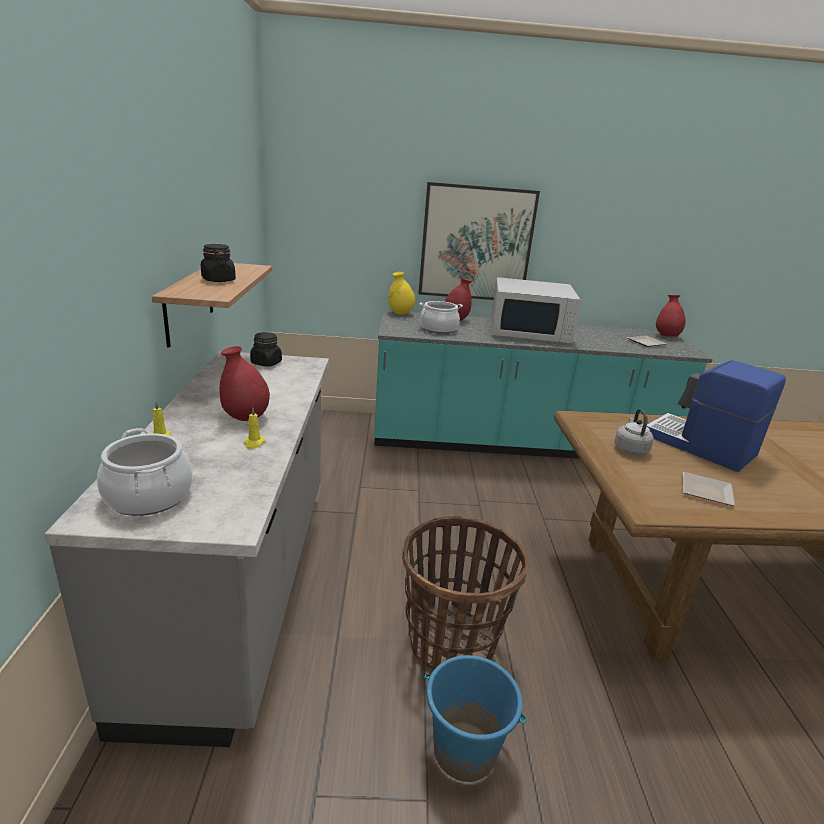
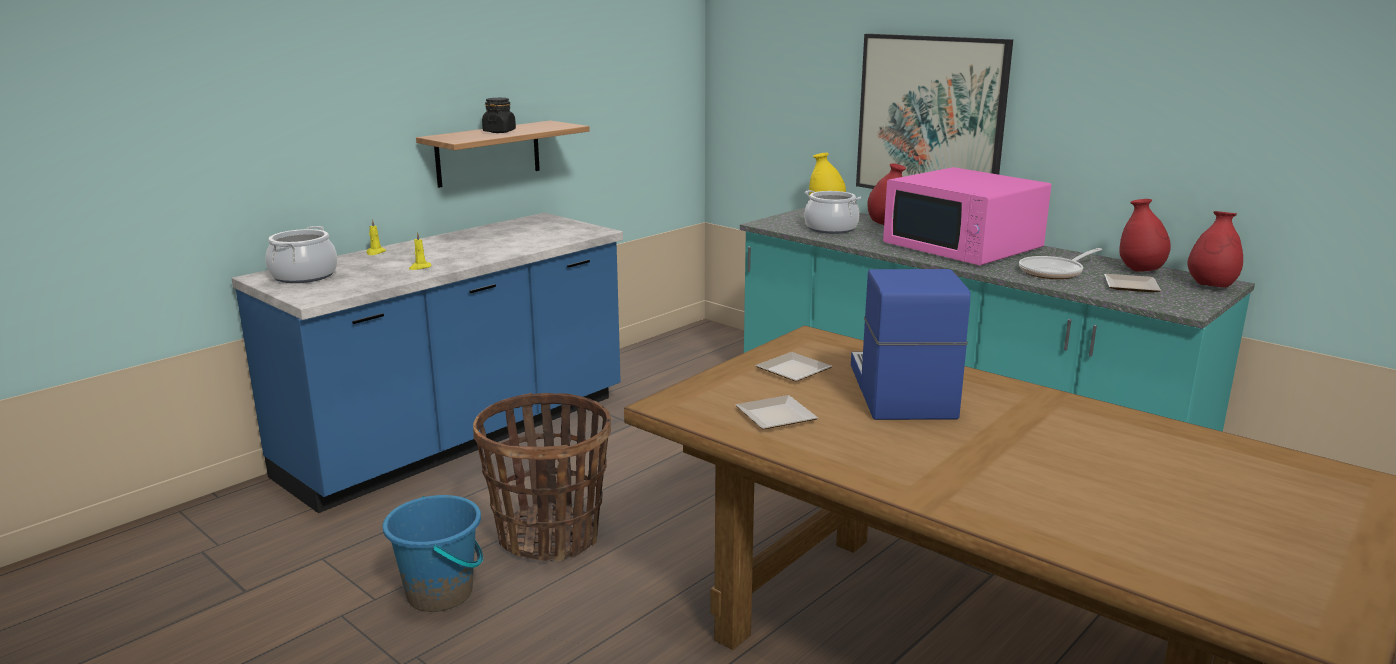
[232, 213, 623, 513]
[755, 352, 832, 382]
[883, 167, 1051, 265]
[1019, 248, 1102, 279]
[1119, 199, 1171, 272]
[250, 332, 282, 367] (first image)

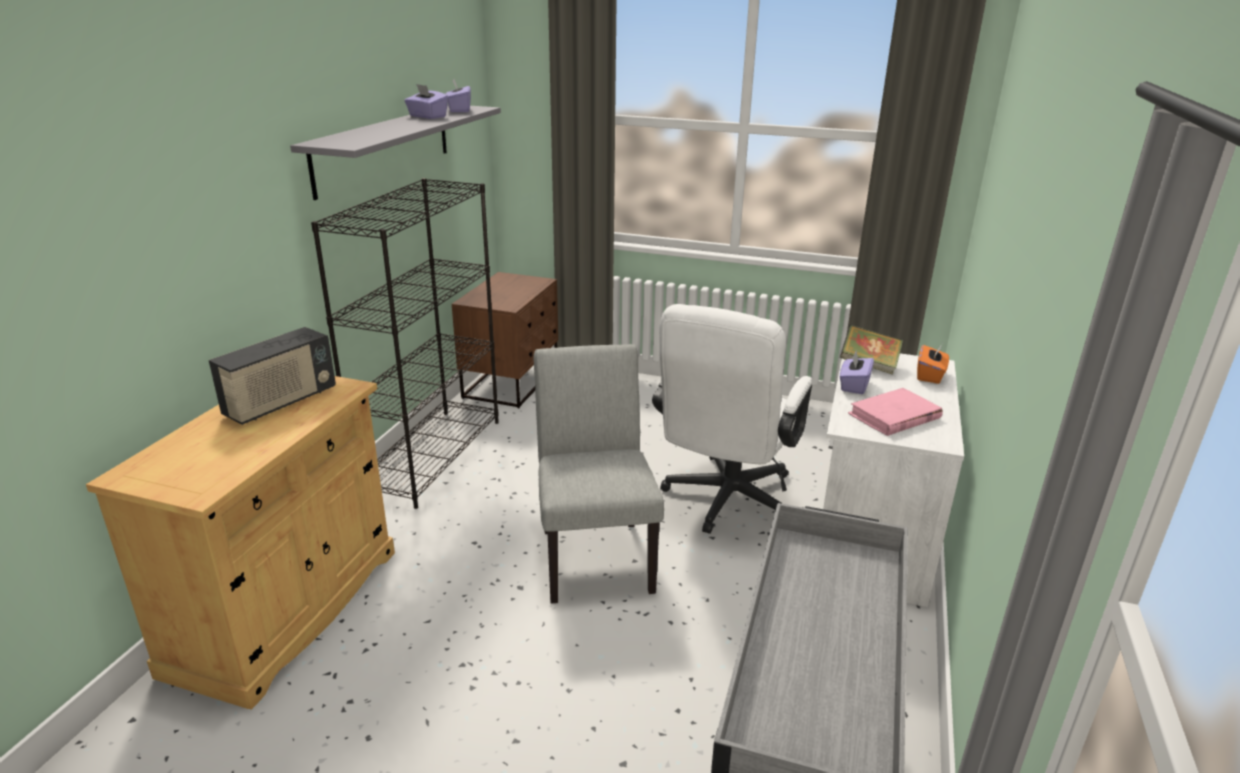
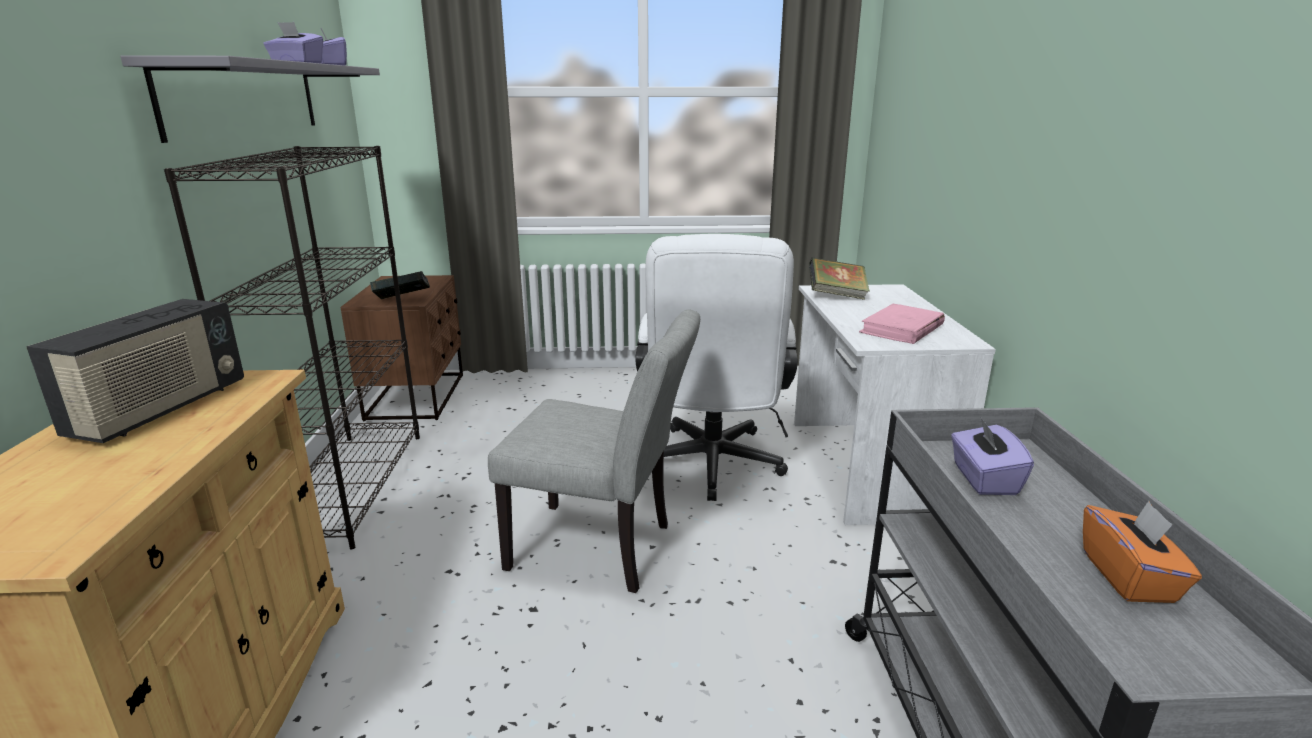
[370, 271, 430, 300]
[488, 309, 700, 593]
[951, 418, 1034, 495]
[1083, 501, 1202, 603]

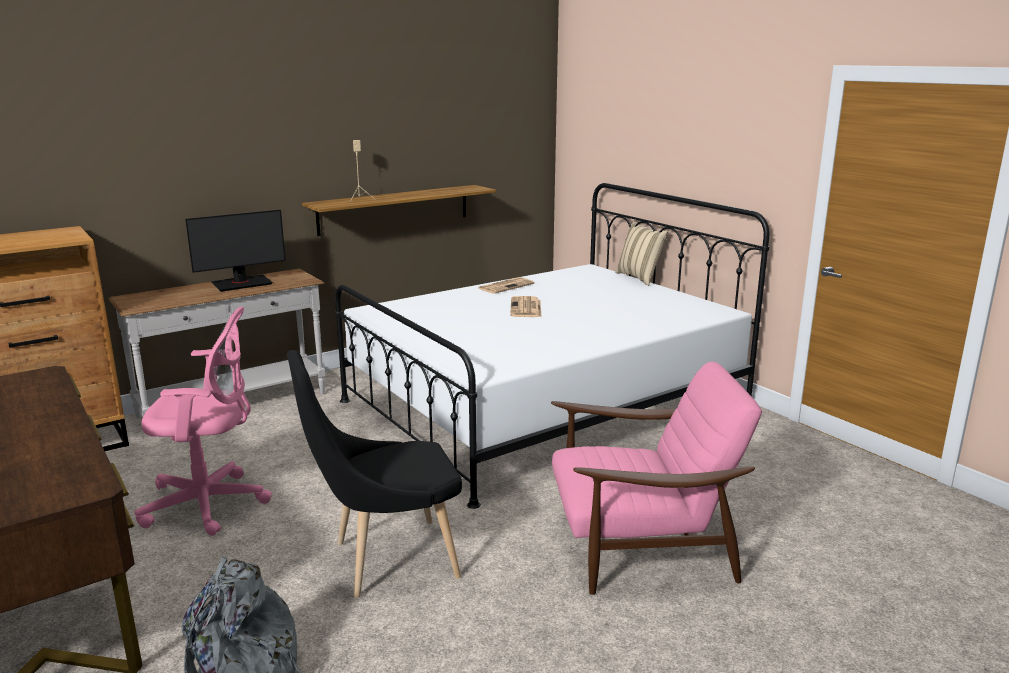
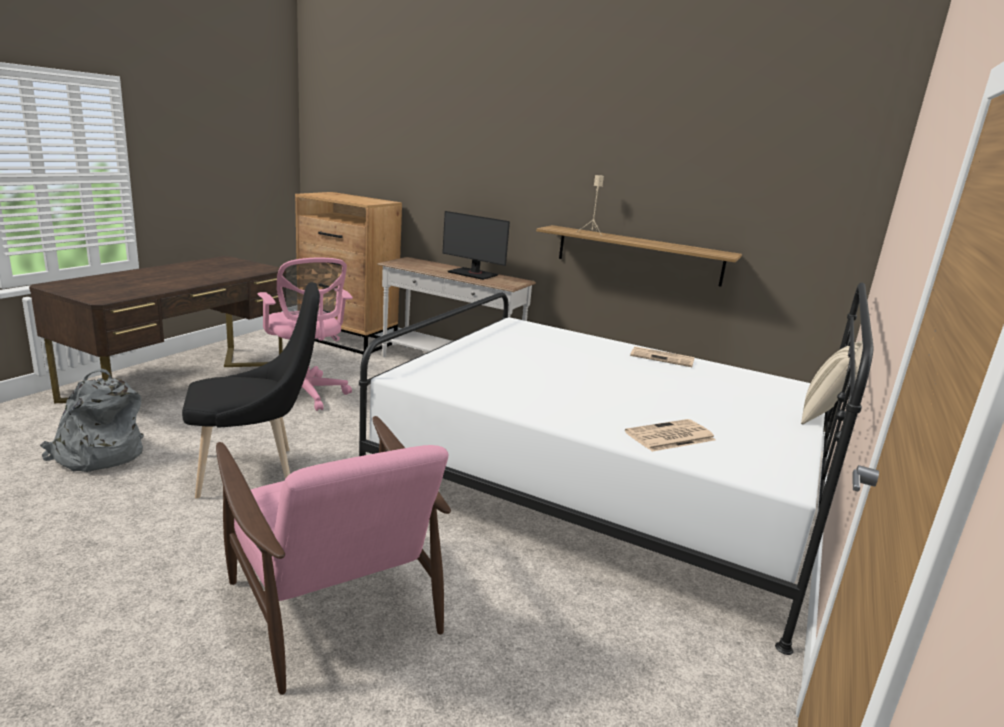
[182, 282, 320, 499]
[625, 419, 716, 452]

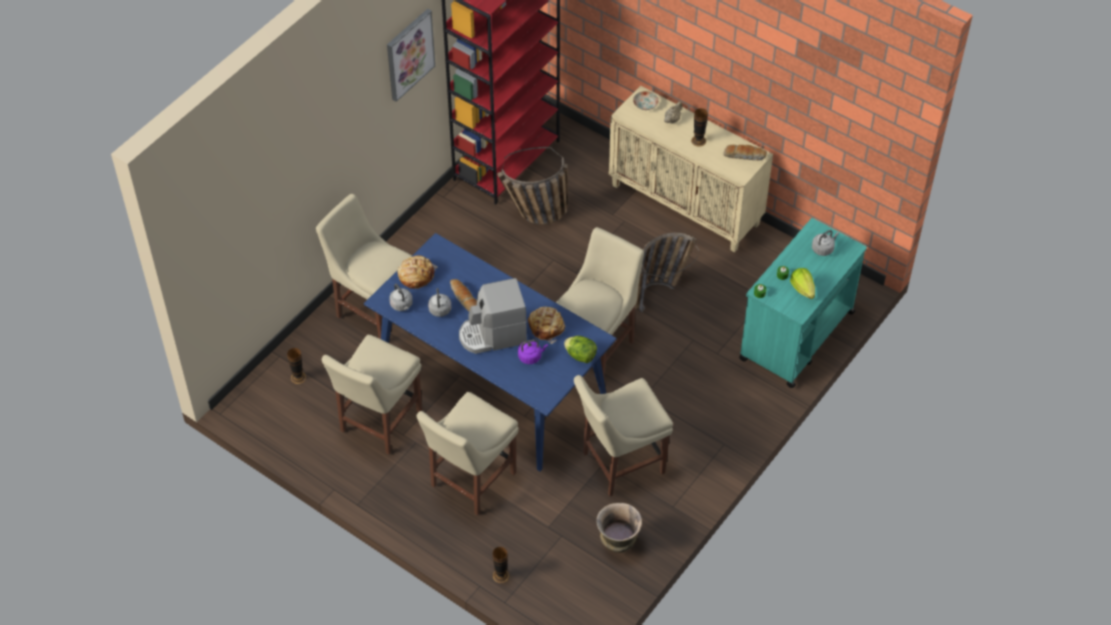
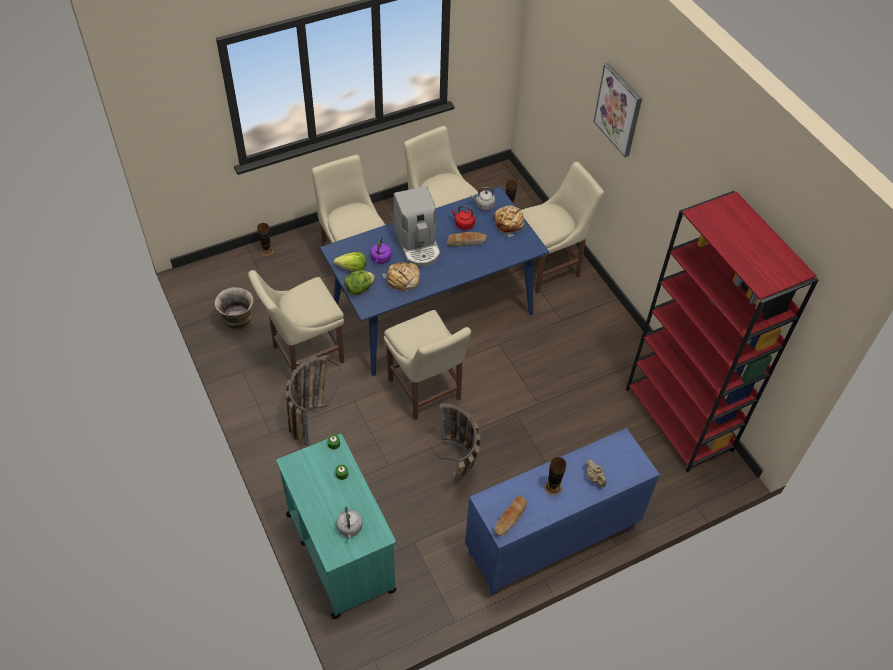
[248, 270, 344, 372]
[286, 356, 341, 446]
[334, 252, 367, 271]
[394, 186, 440, 267]
[451, 205, 475, 230]
[465, 428, 660, 595]
[593, 62, 642, 157]
[633, 91, 659, 110] (first image)

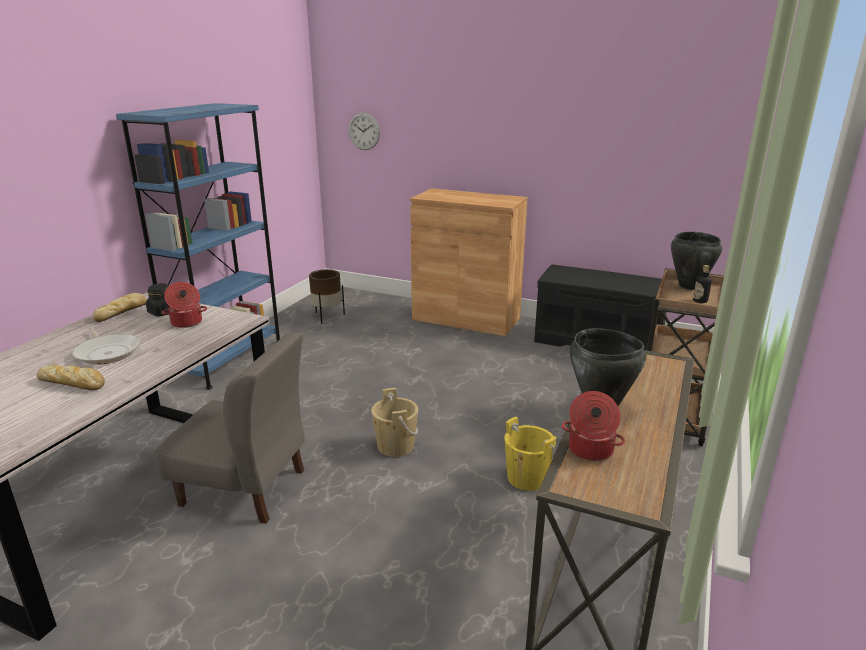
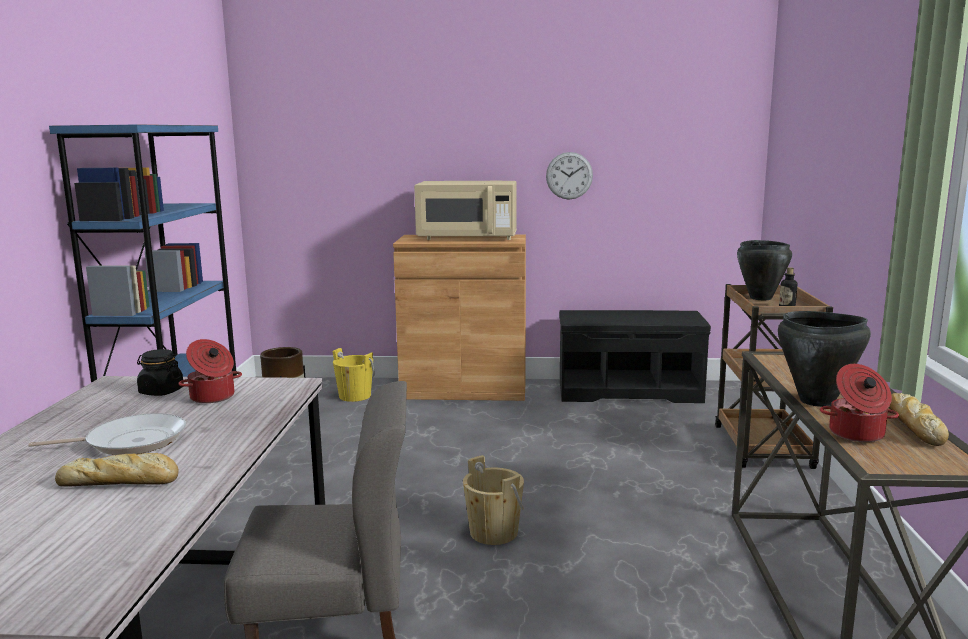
[28, 413, 186, 455]
[333, 348, 375, 402]
[414, 181, 517, 240]
[546, 152, 593, 199]
[888, 393, 949, 446]

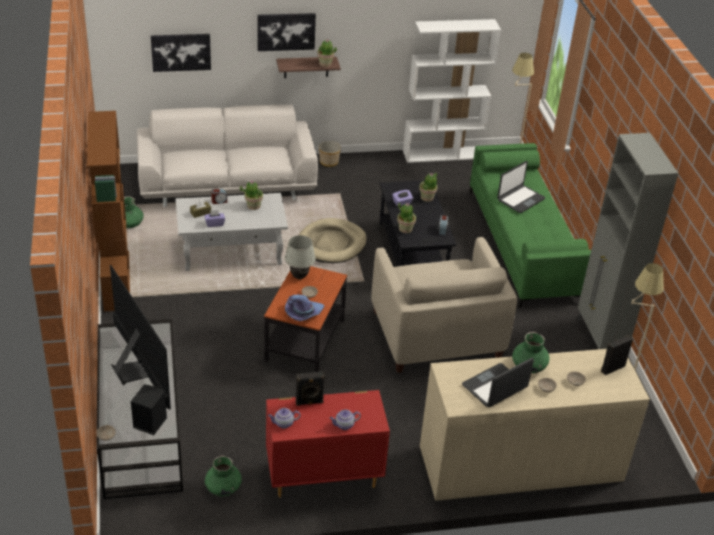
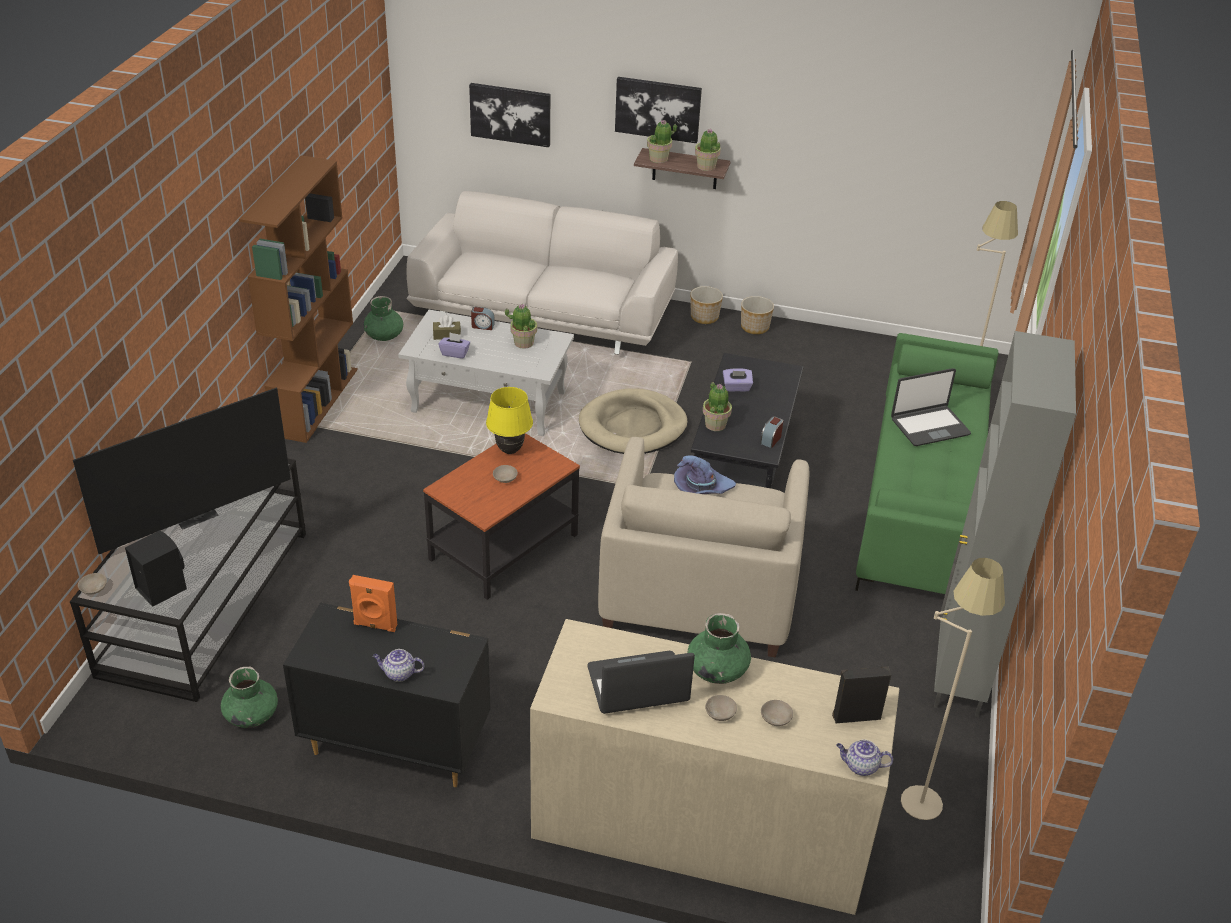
[73, 388, 291, 554]
[283, 602, 491, 787]
[349, 575, 397, 632]
[486, 387, 533, 454]
[647, 120, 677, 163]
[674, 455, 736, 494]
[741, 296, 774, 334]
[836, 739, 893, 776]
[403, 19, 501, 163] (first image)

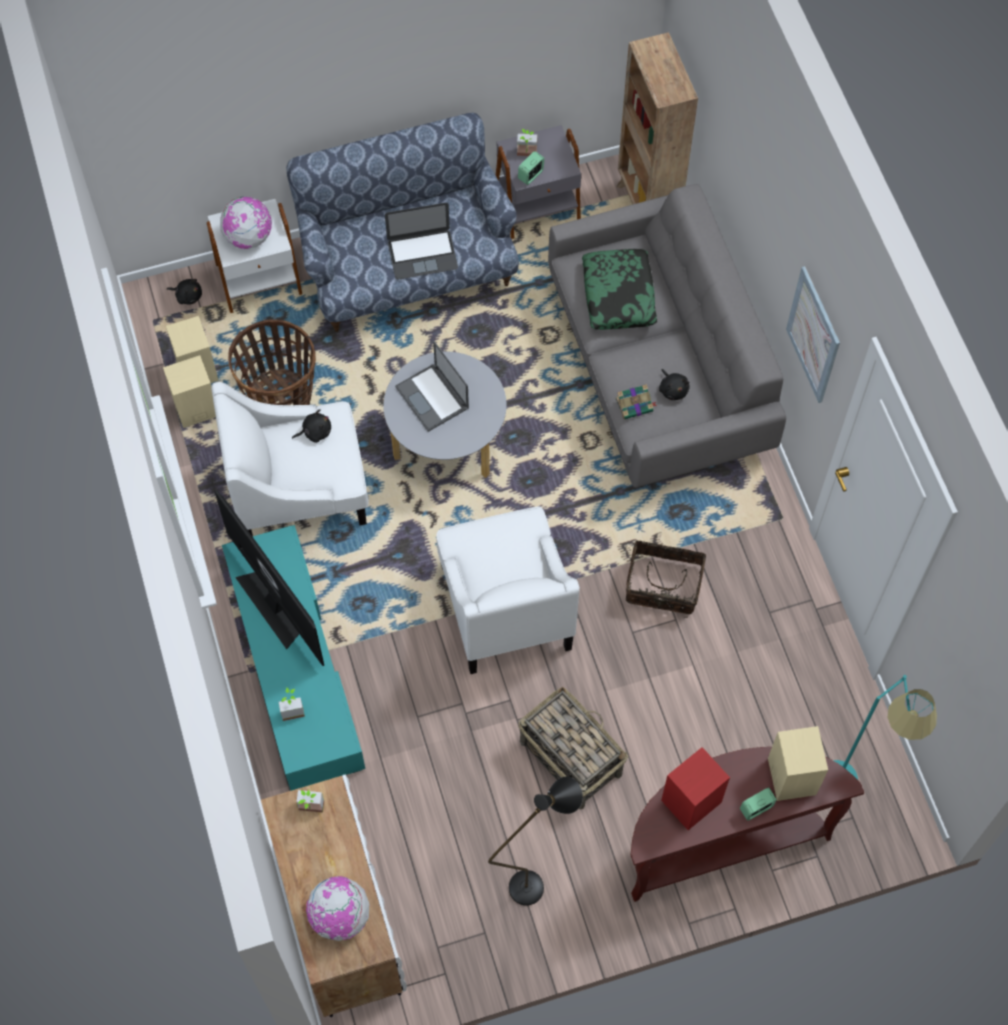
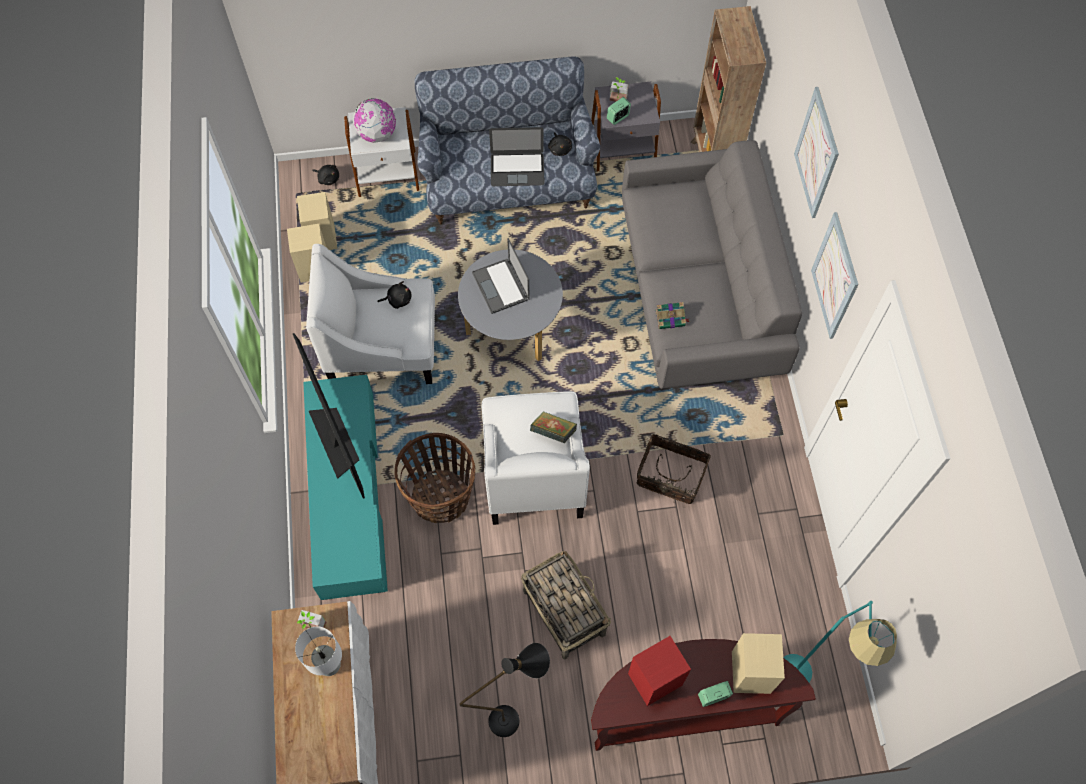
[295, 627, 342, 676]
[394, 433, 475, 523]
[530, 411, 577, 443]
[548, 132, 572, 156]
[794, 87, 839, 218]
[279, 688, 305, 721] (first image)
[306, 876, 369, 941] (first image)
[582, 249, 658, 330] (first image)

